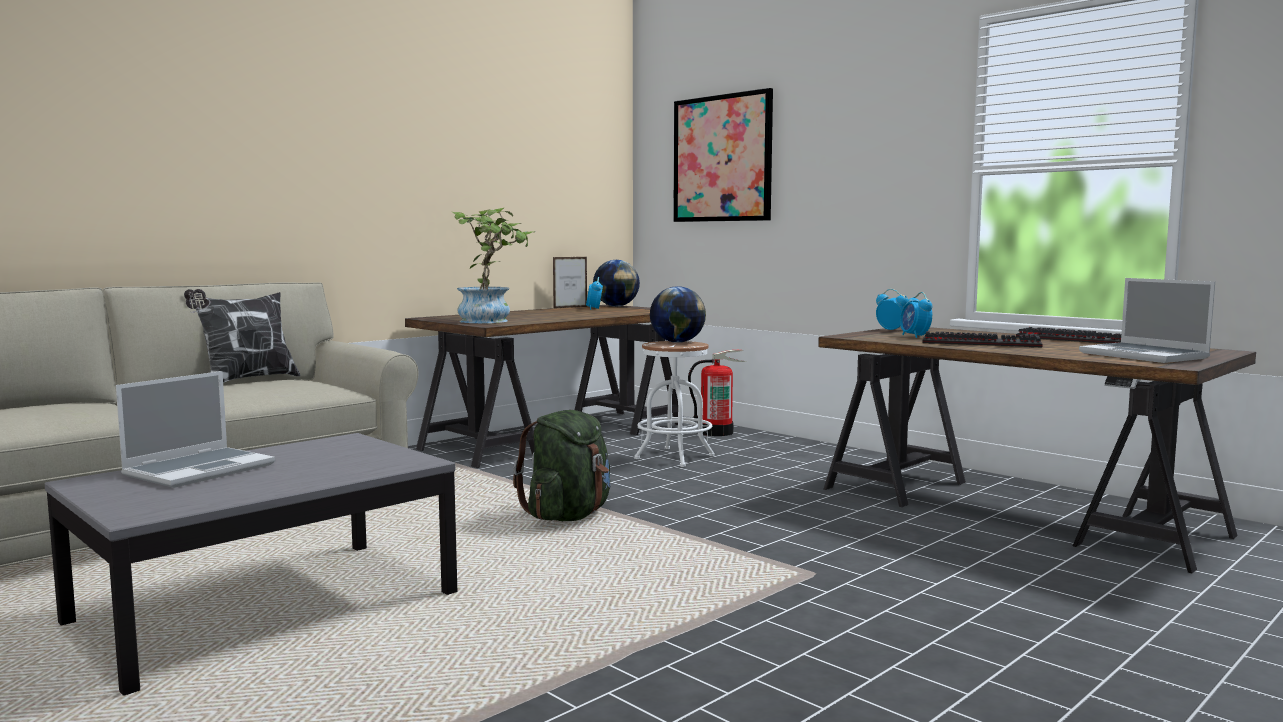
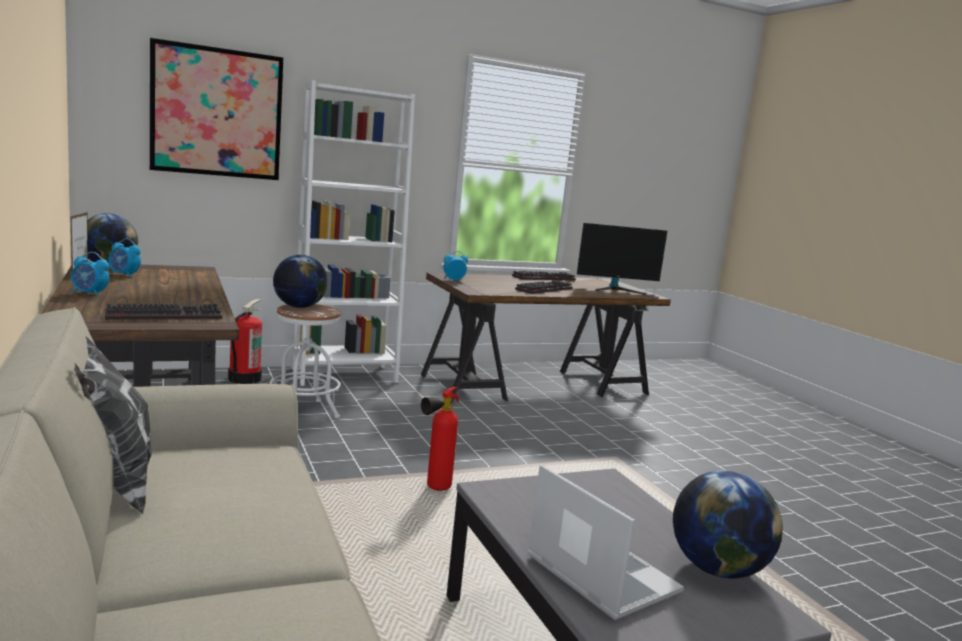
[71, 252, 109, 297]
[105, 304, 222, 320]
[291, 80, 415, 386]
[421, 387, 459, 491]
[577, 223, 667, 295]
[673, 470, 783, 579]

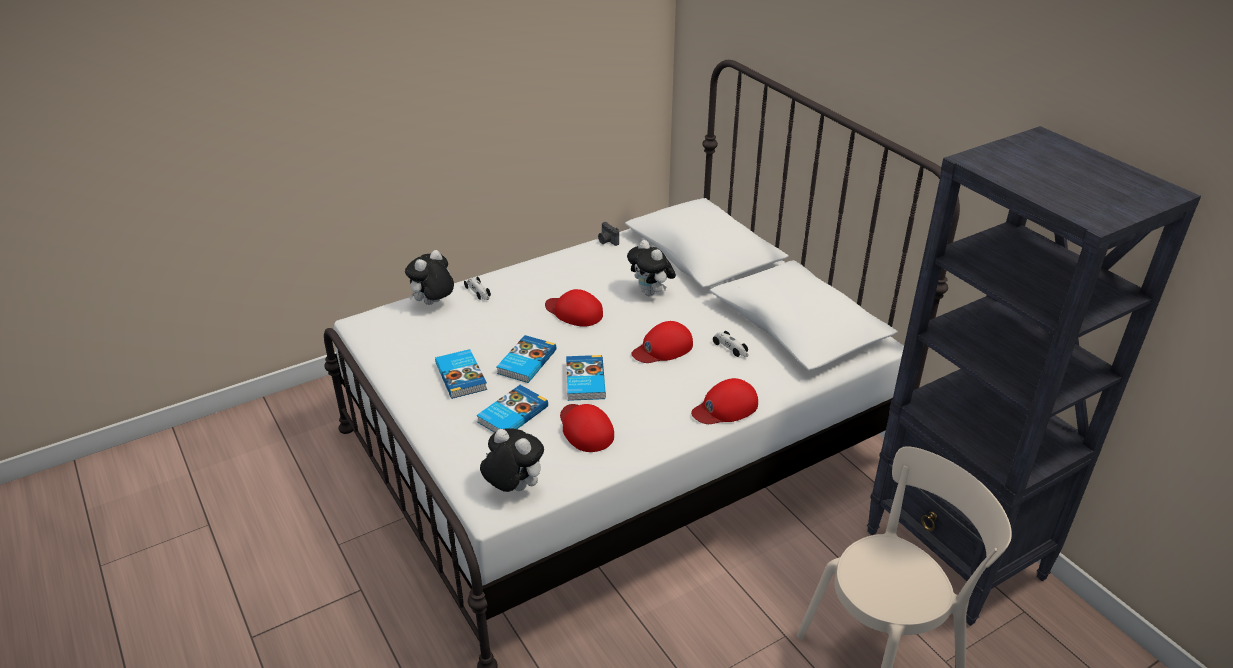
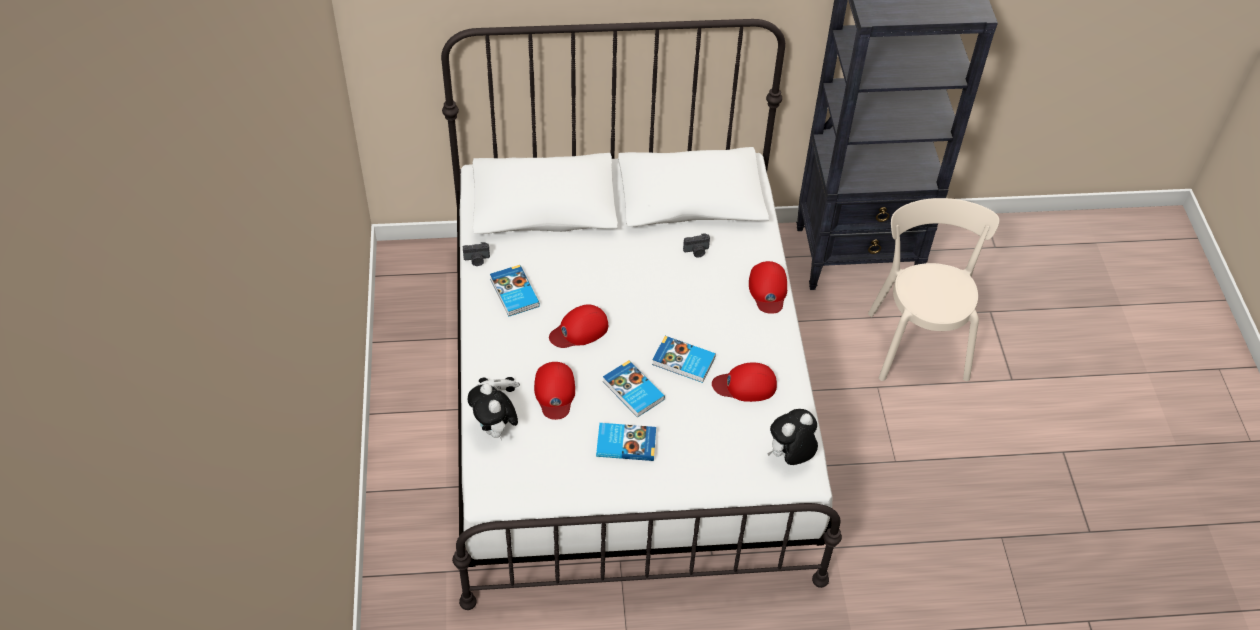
[490, 265, 540, 316]
[534, 362, 575, 420]
[683, 233, 710, 258]
[627, 240, 676, 296] (first image)

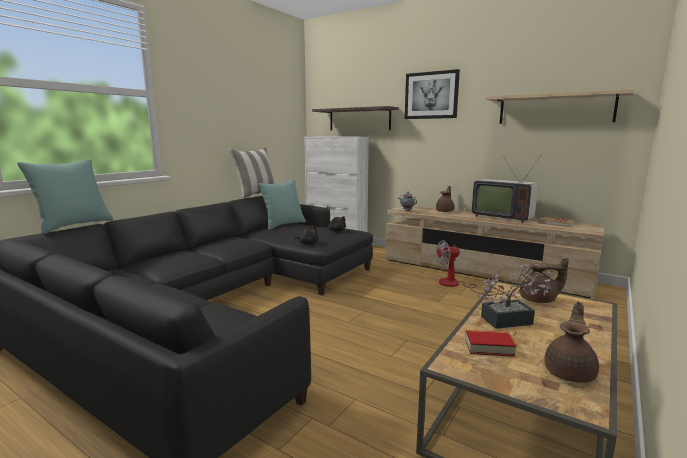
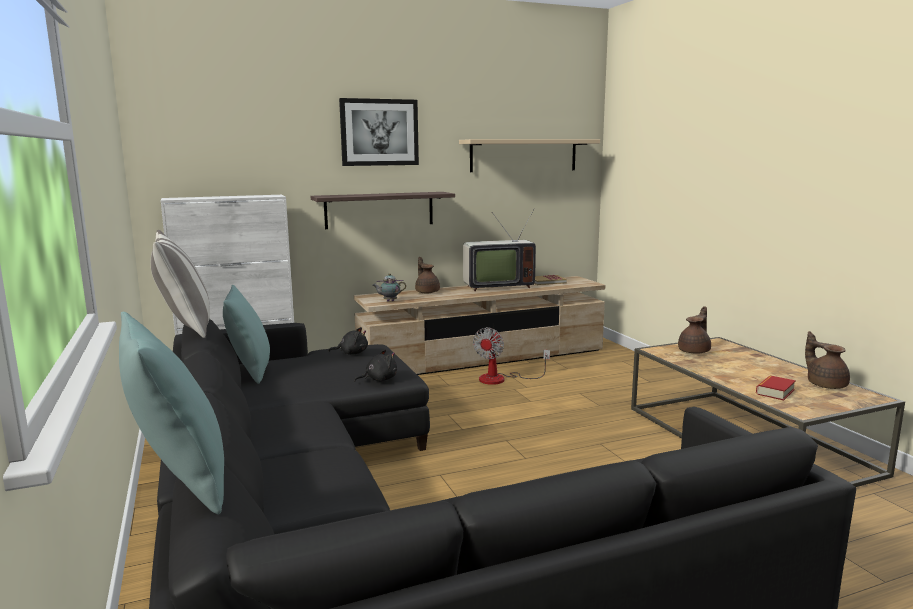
[311, 192, 455, 229]
[478, 264, 552, 329] (first image)

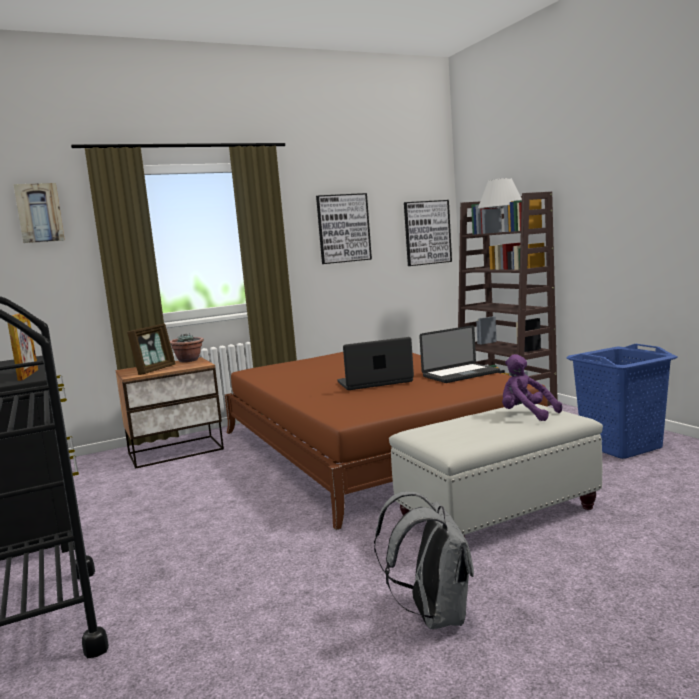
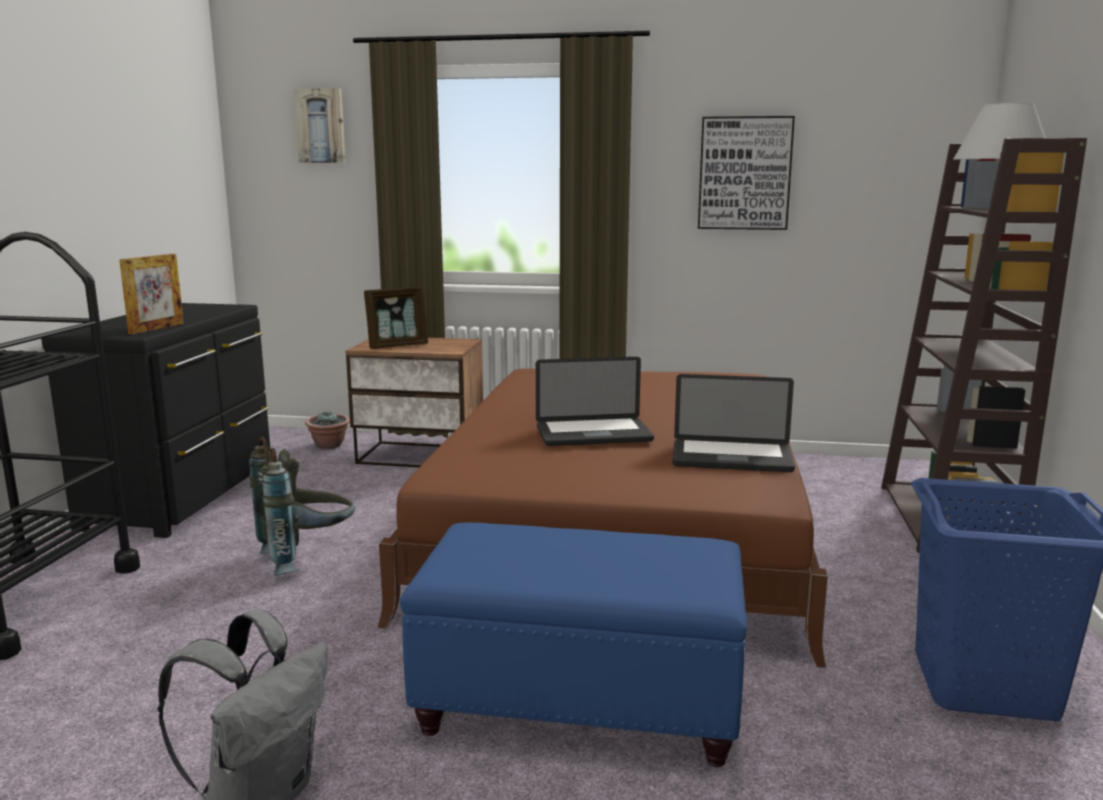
[249, 437, 355, 576]
[305, 412, 350, 449]
[400, 523, 747, 767]
[536, 357, 654, 446]
[404, 200, 452, 266] (first image)
[502, 354, 562, 421] (first image)

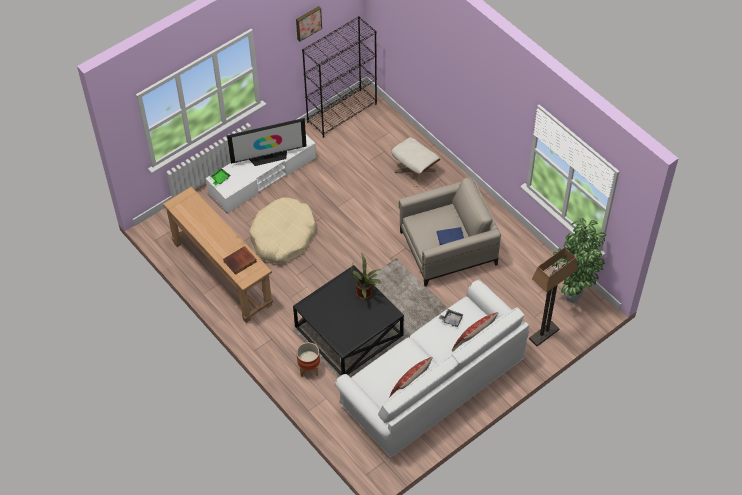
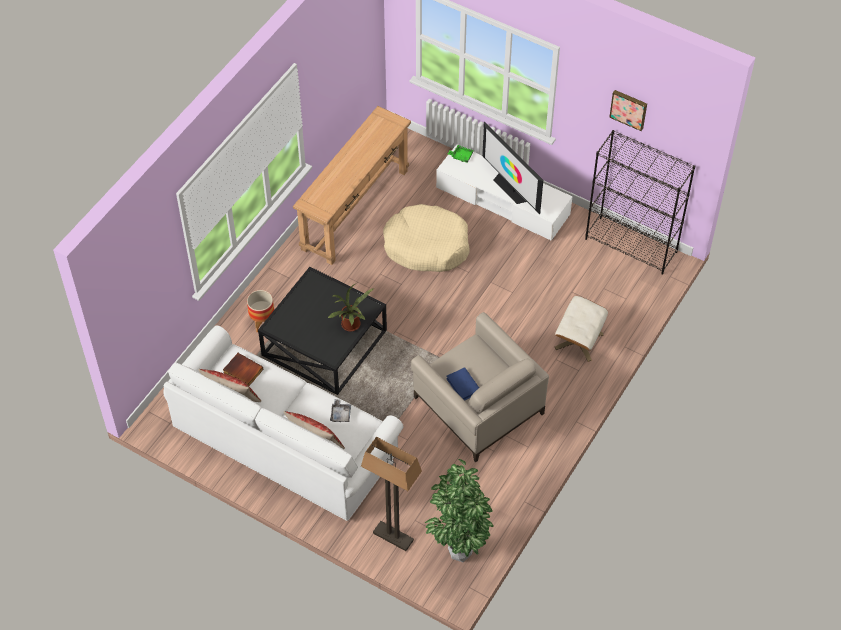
[223, 353, 263, 386]

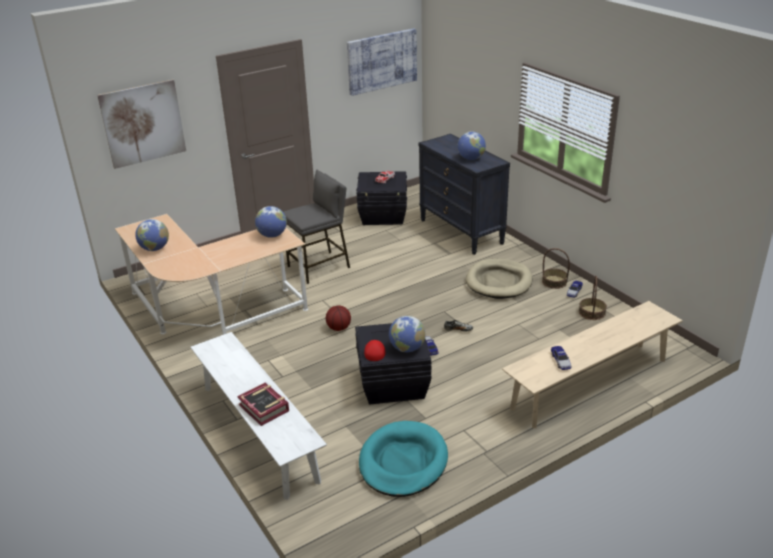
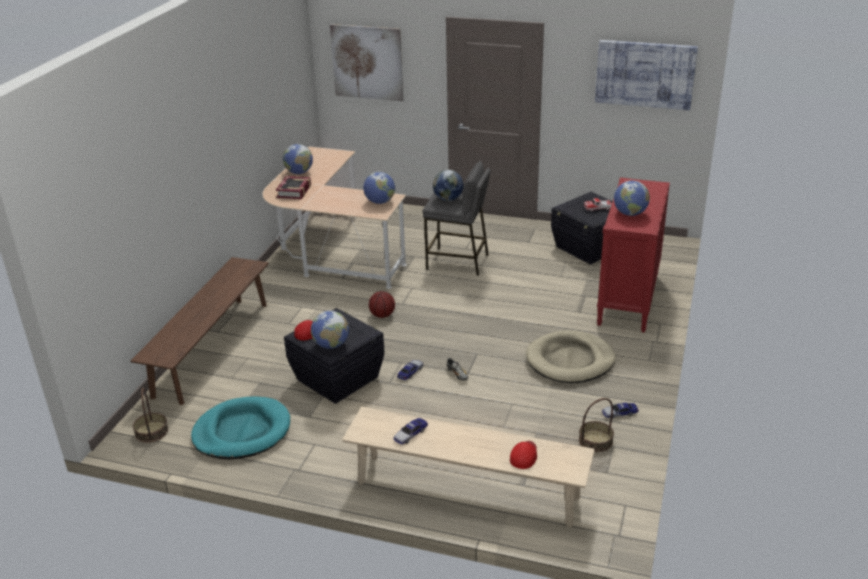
[131, 257, 269, 405]
[133, 388, 169, 443]
[276, 176, 311, 199]
[433, 170, 464, 201]
[510, 441, 537, 469]
[597, 177, 670, 333]

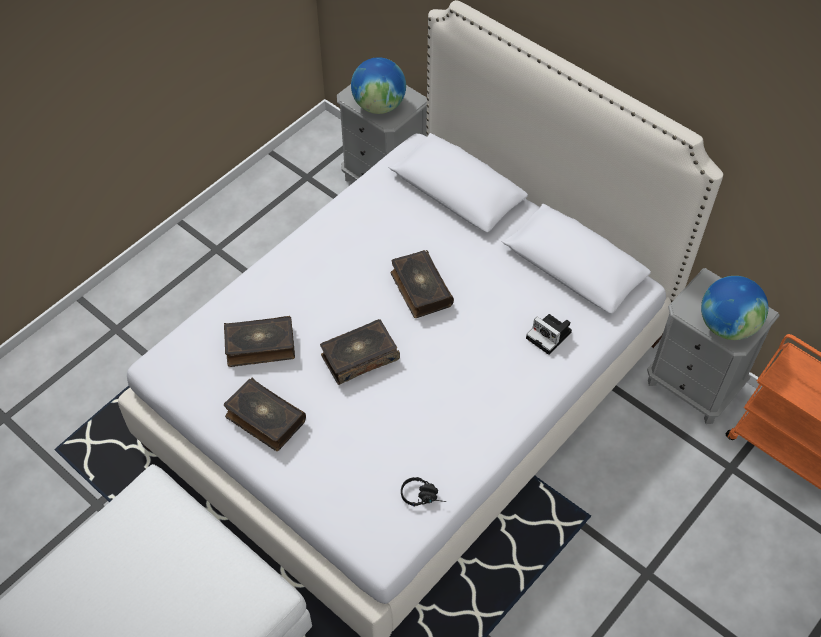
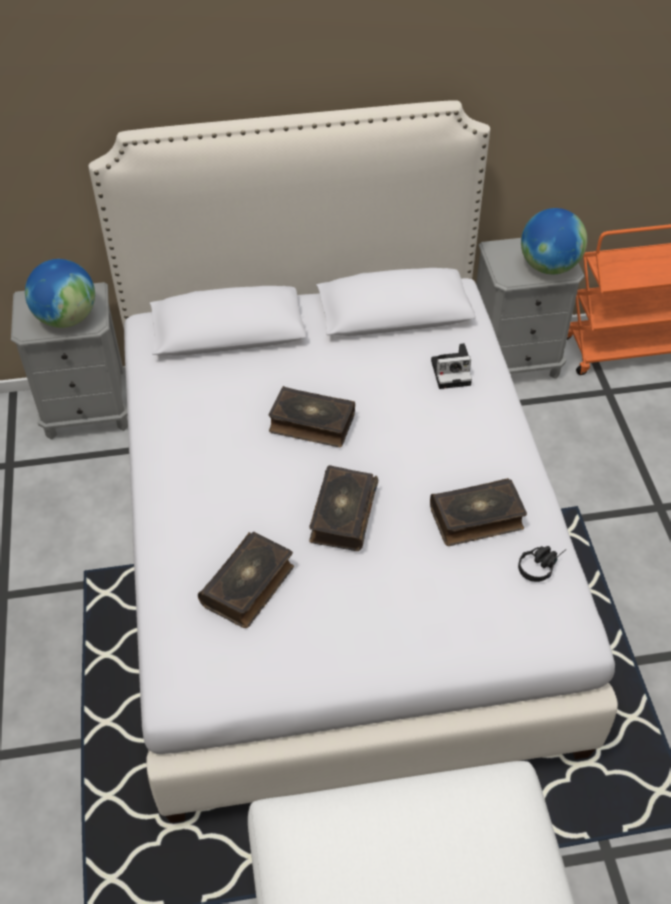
[430, 478, 527, 546]

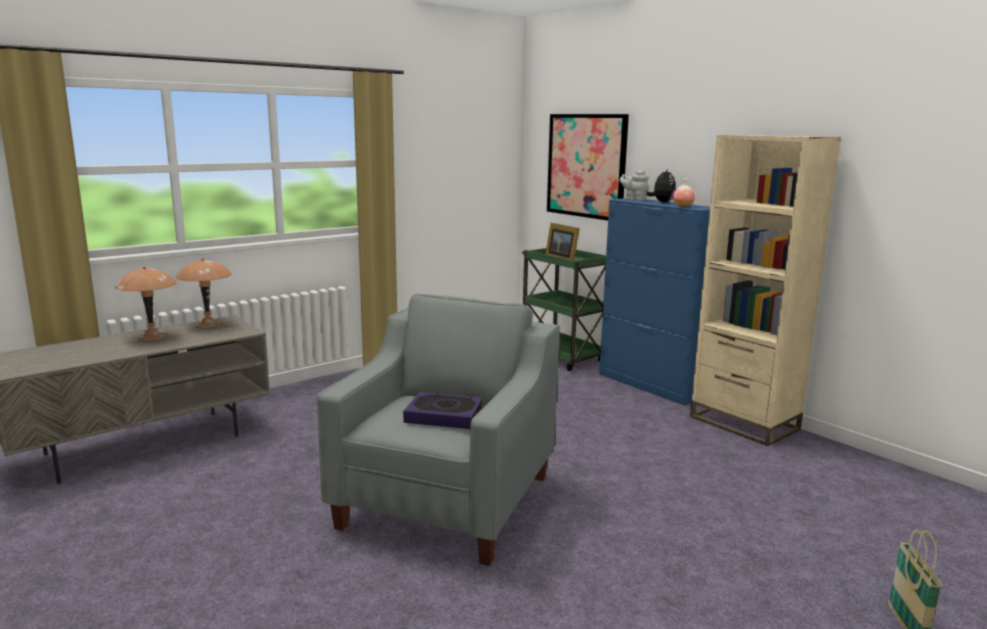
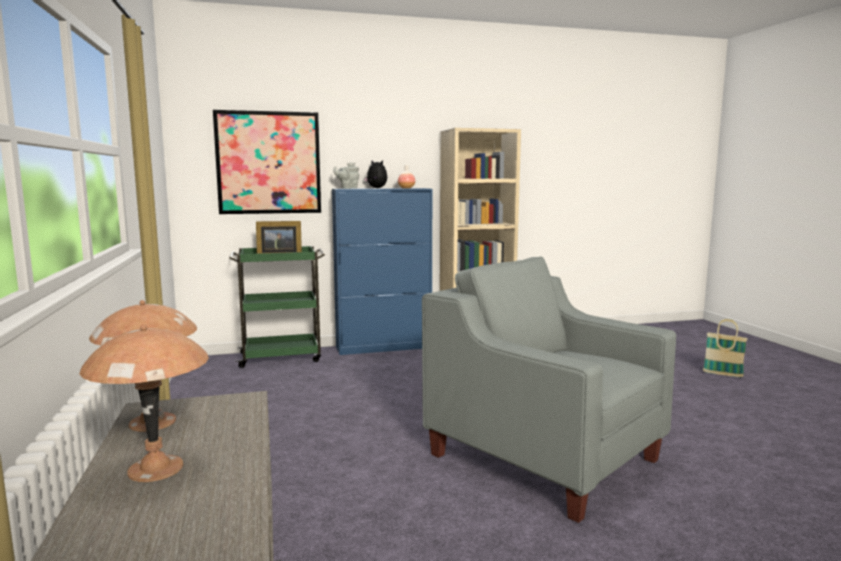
[403, 392, 483, 429] (first image)

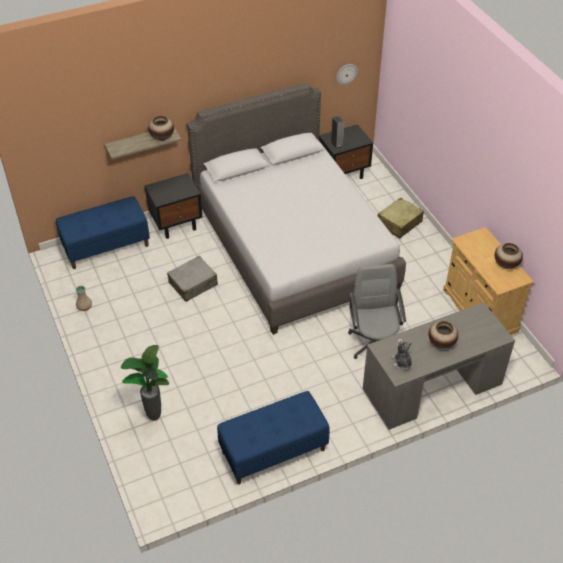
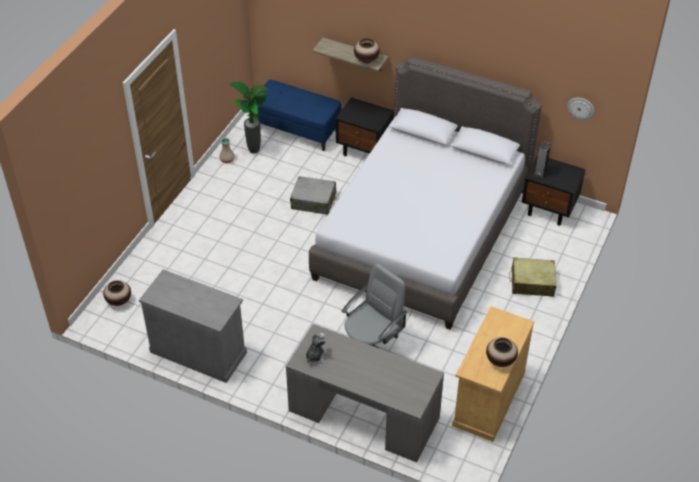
[103, 280, 131, 306]
[139, 269, 247, 383]
[230, 82, 269, 154]

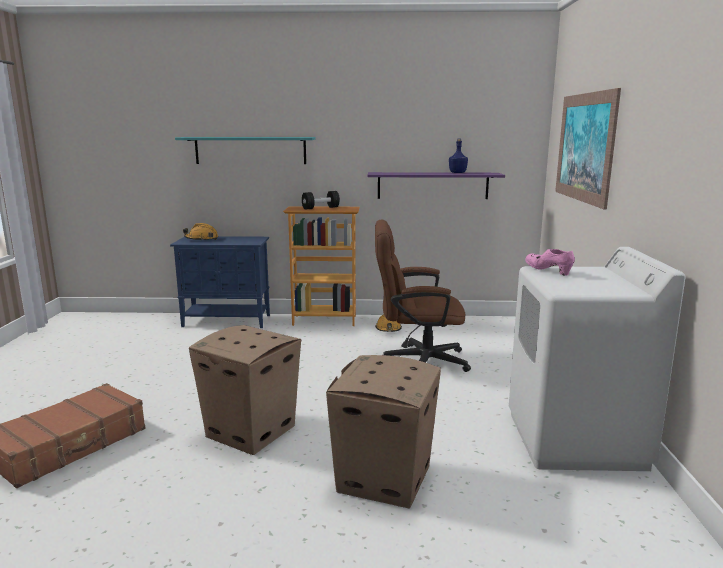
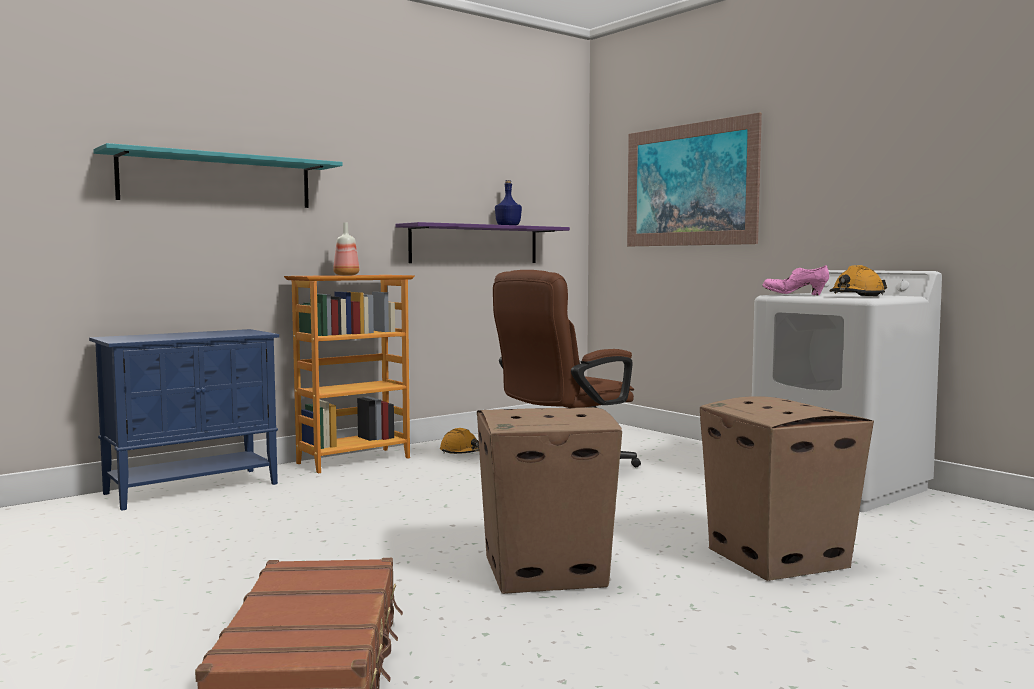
[333, 222, 359, 275]
[829, 265, 887, 296]

